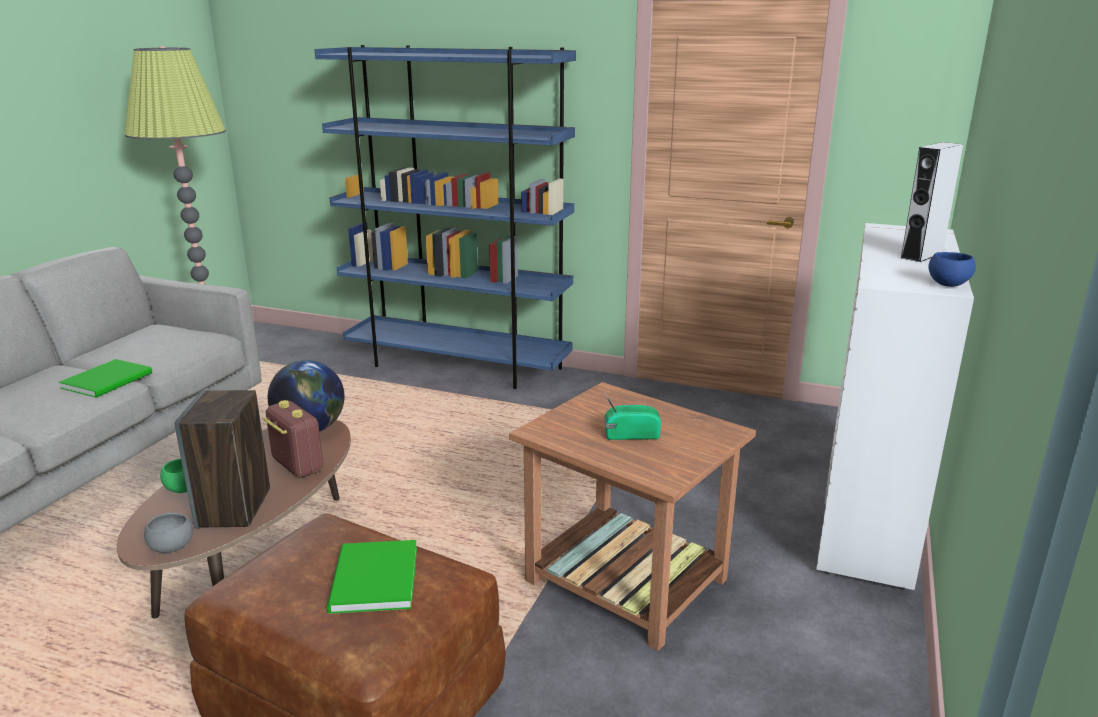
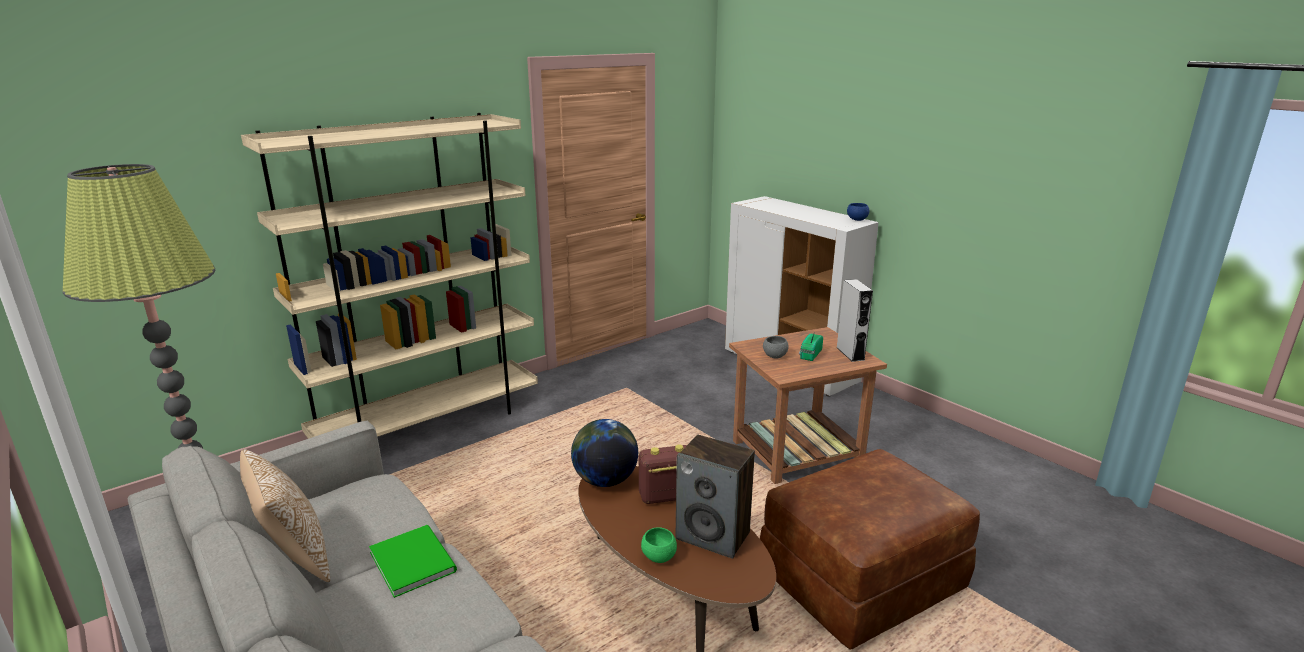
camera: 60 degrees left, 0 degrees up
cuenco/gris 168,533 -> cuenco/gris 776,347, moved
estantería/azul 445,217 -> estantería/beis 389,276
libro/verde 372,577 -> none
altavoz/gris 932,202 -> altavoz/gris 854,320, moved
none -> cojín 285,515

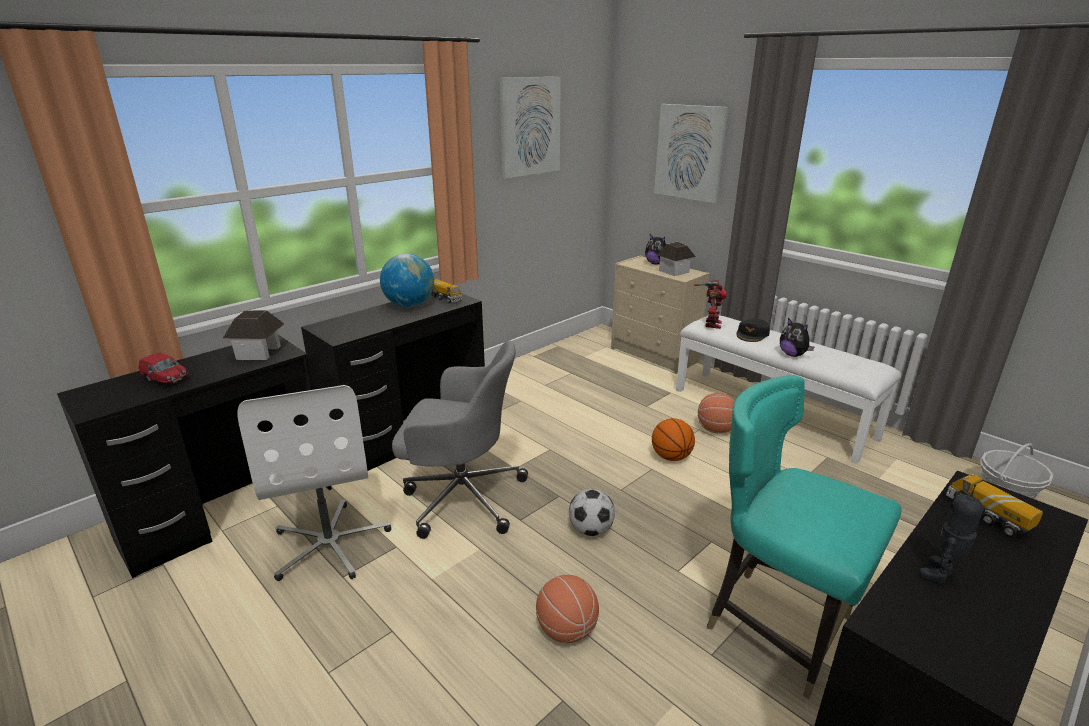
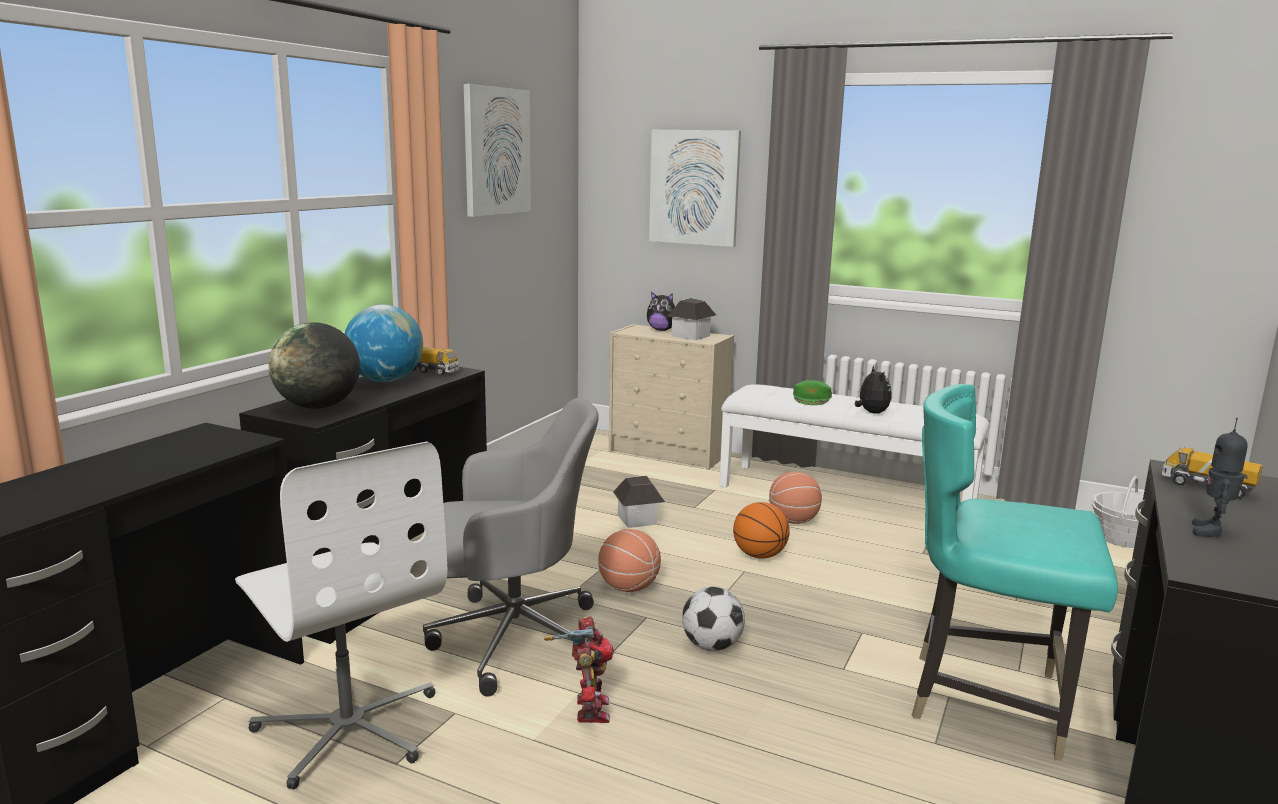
camera: 20 degrees left, 10 degrees down
coche de juguete/rojo 163,368 -> none
casita 253,335 -> casita 639,501, moved
balón de baloncesto 567,609 -> balón de baloncesto 629,560, moved
robot de juguete 710,304 -> robot de juguete 579,669, moved
gorra/negro 753,330 -> gorra/verde 812,392
peluche 797,337 -> peluche 873,390, 135 degrees counterclockwise
none -> globo terráqueo 314,365

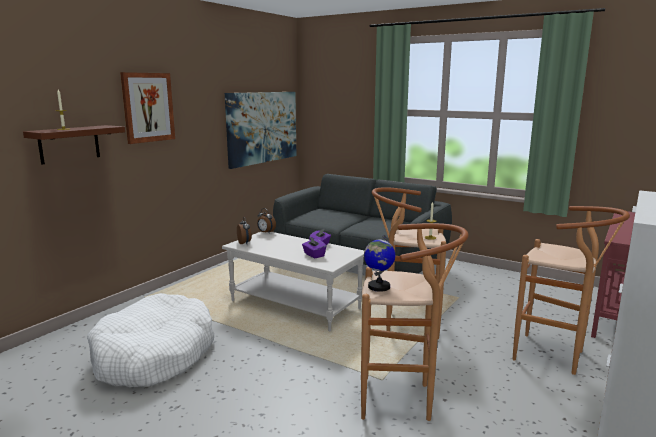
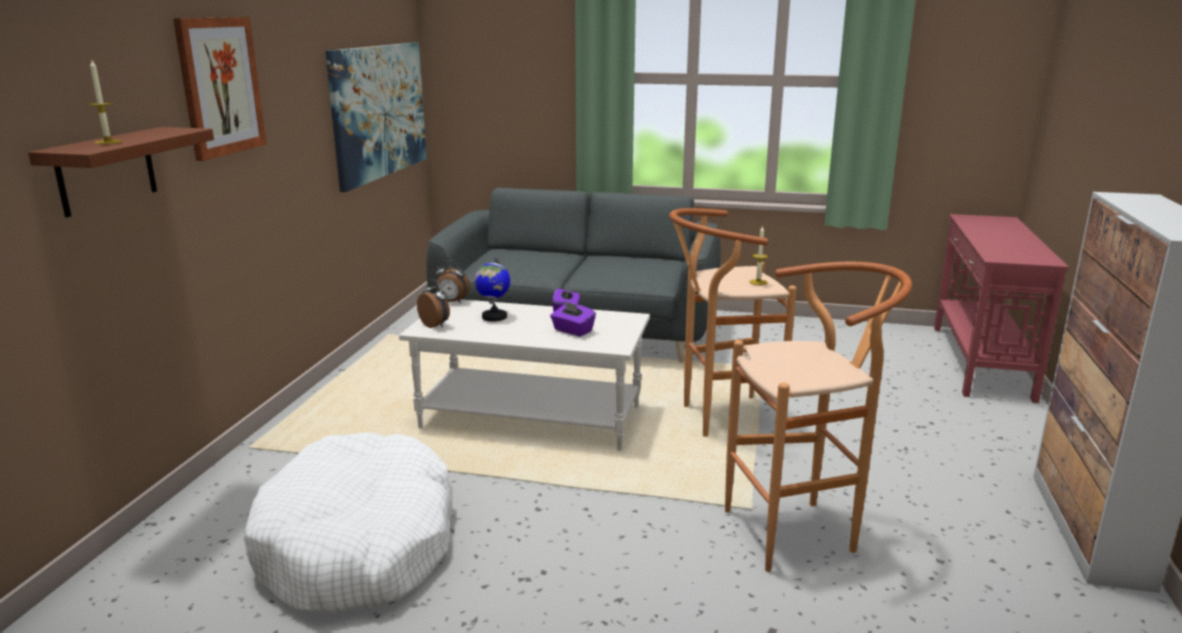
camera: 20 degrees left, 5 degrees up
globo terráqueo 379,263 -> globo terráqueo 492,289, moved
taburete/marrón 571,290 -> none

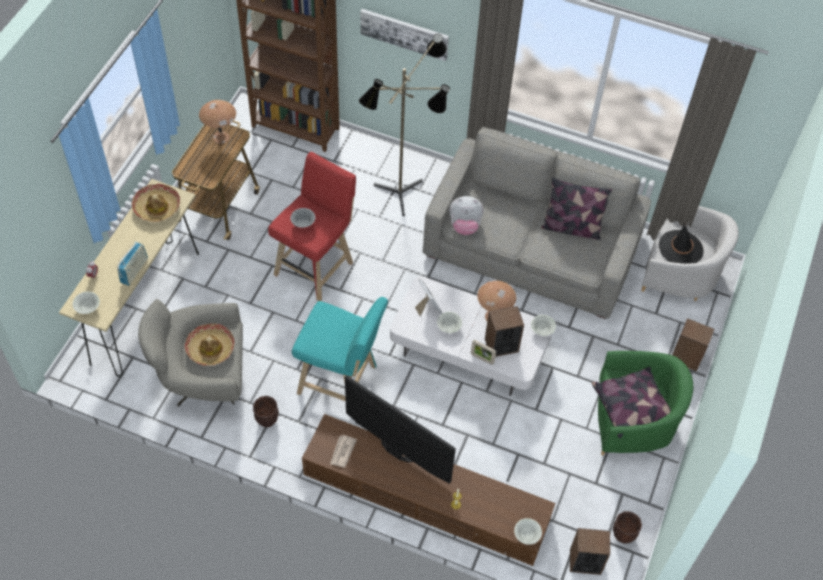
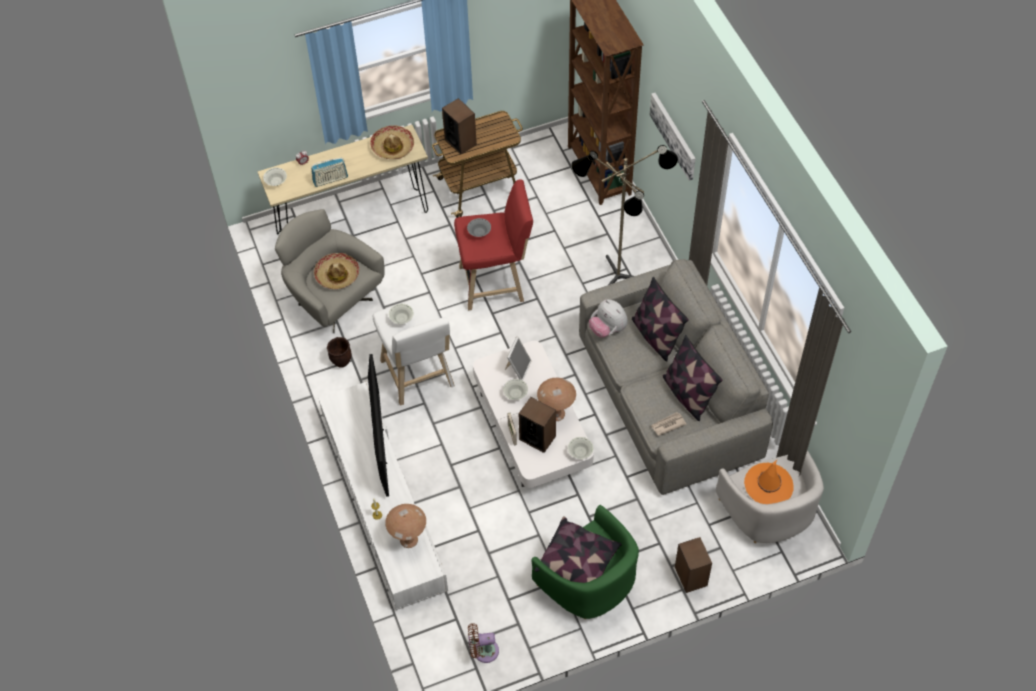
camera: 50 degrees right, 0 degrees up
lámpara de mesa/marrón 217,122 -> lámpara de mesa/marrón 405,526, moved
taburete/turquesa 340,349 -> taburete/blanco 414,350
mueble de televisión/marrón 429,489 -> mueble de televisión/blanco 383,495
periódico 343,451 -> periódico 668,424, moved
cuenco/blanco 528,531 -> cuenco/blanco 401,314, moved
altavoz 590,551 -> altavoz 459,126, moved
maceta/marrón 627,527 -> ventilador/marrón 483,643
sombrero/negro 681,243 -> sombrero/naranja 769,482
none -> cojín 660,319

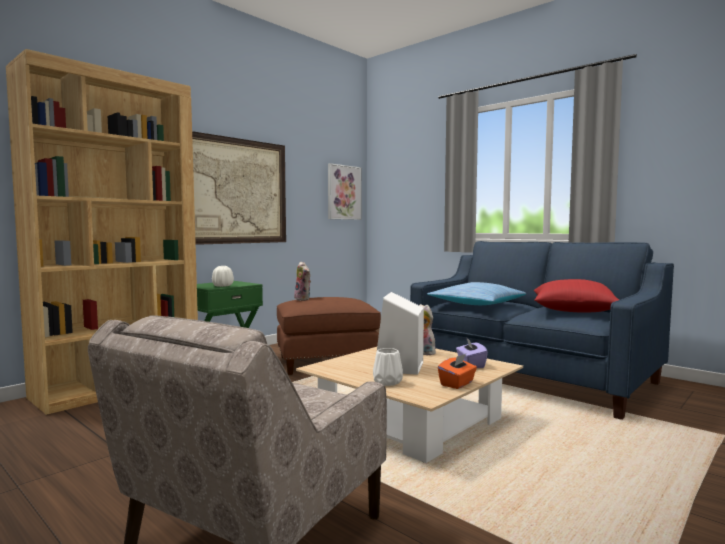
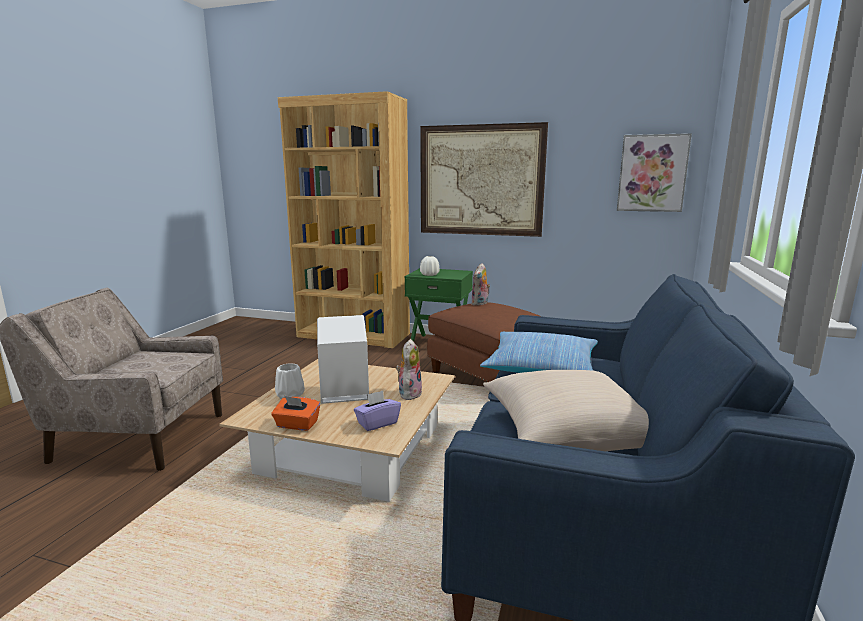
camera: 65 degrees right, 10 degrees up
cojín/rojo 576,296 -> cojín/beis 566,410

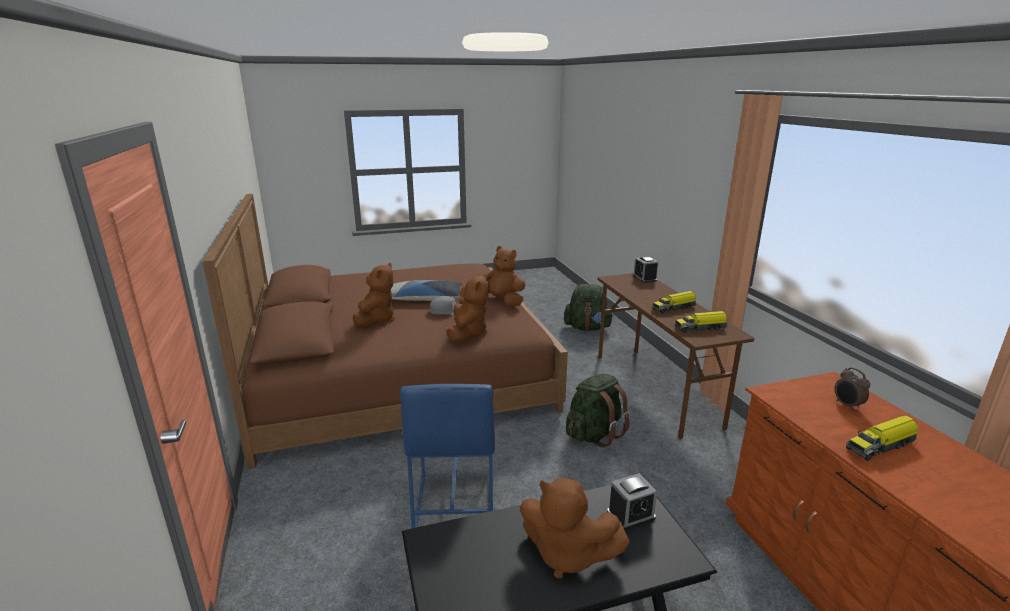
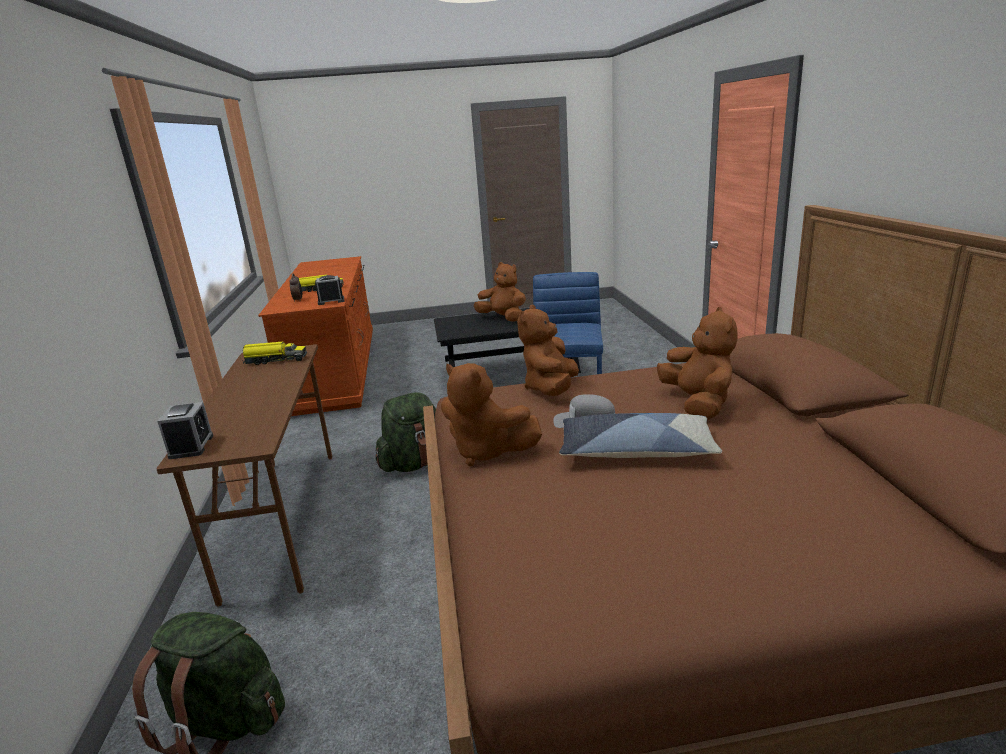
camera: 170 degrees left, 0 degrees up
peluche/marrón 373,295 -> peluche/marrón 697,363, 150 degrees clockwise
despertador 632,501 -> despertador 330,290, moved
camión de juguete 674,302 -> none

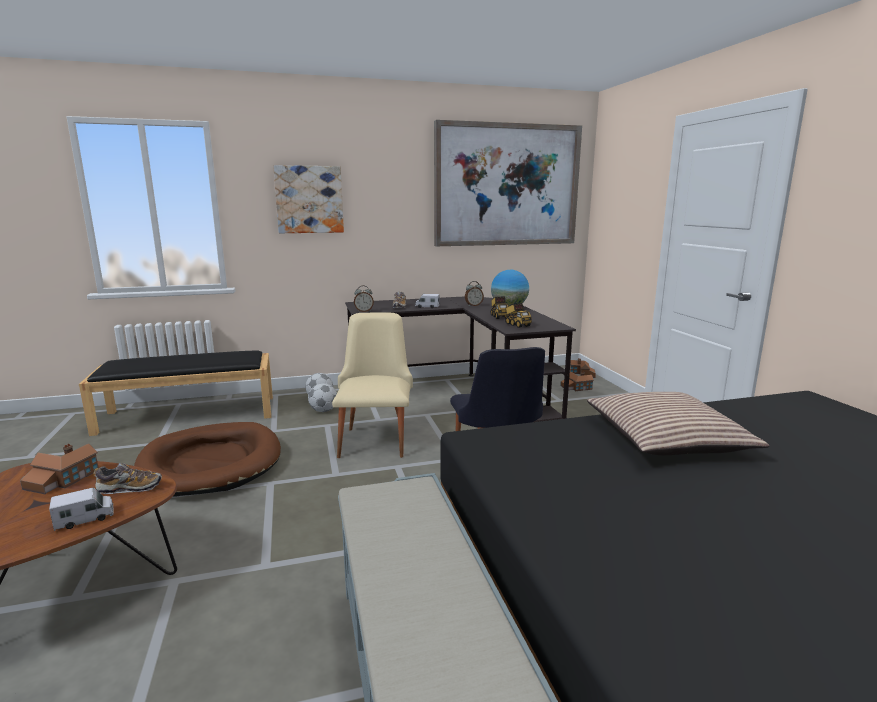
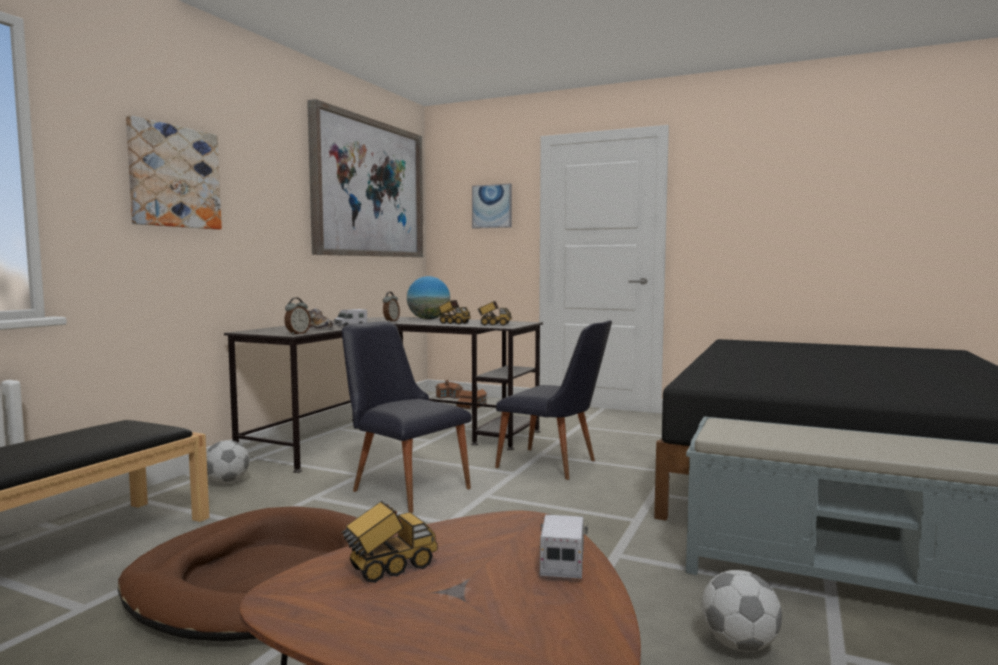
camera: 50 degrees left, 10 degrees down
casita 59,468 -> camión de juguete 389,542
zapato 127,478 -> none
balón de fútbol 322,397 -> balón de fútbol 741,611, moved
silla/beis 372,385 -> silla/negro 407,417
cojín 678,423 -> none
none -> cuadro 492,206

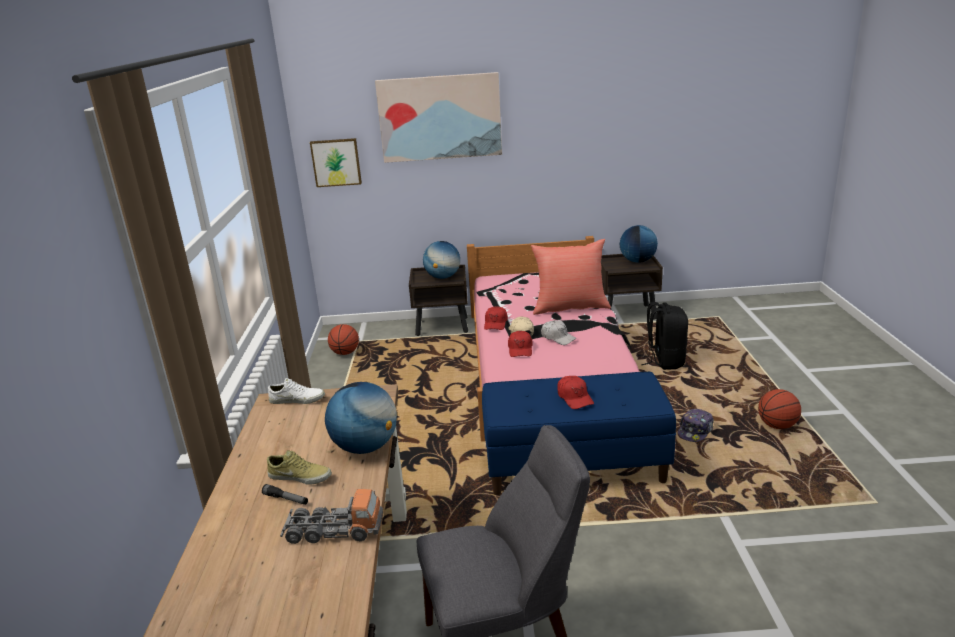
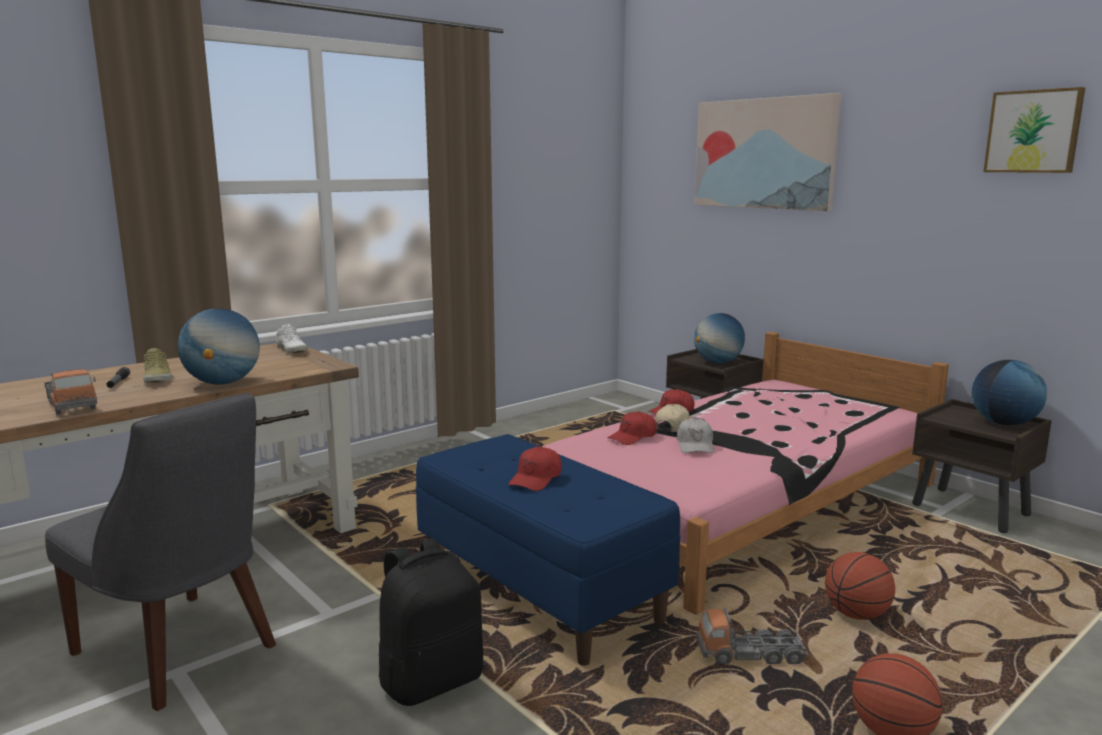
camera: 50 degrees right, 10 degrees down
cuadro 336,162 -> cuadro 1034,130, moved
balón de baloncesto 343,339 -> balón de baloncesto 860,586, moved
cojín/rojo 571,277 -> none
mochila/negro 663,336 -> mochila/negro 430,622, moved
gorra 696,425 -> camión de juguete 753,636

